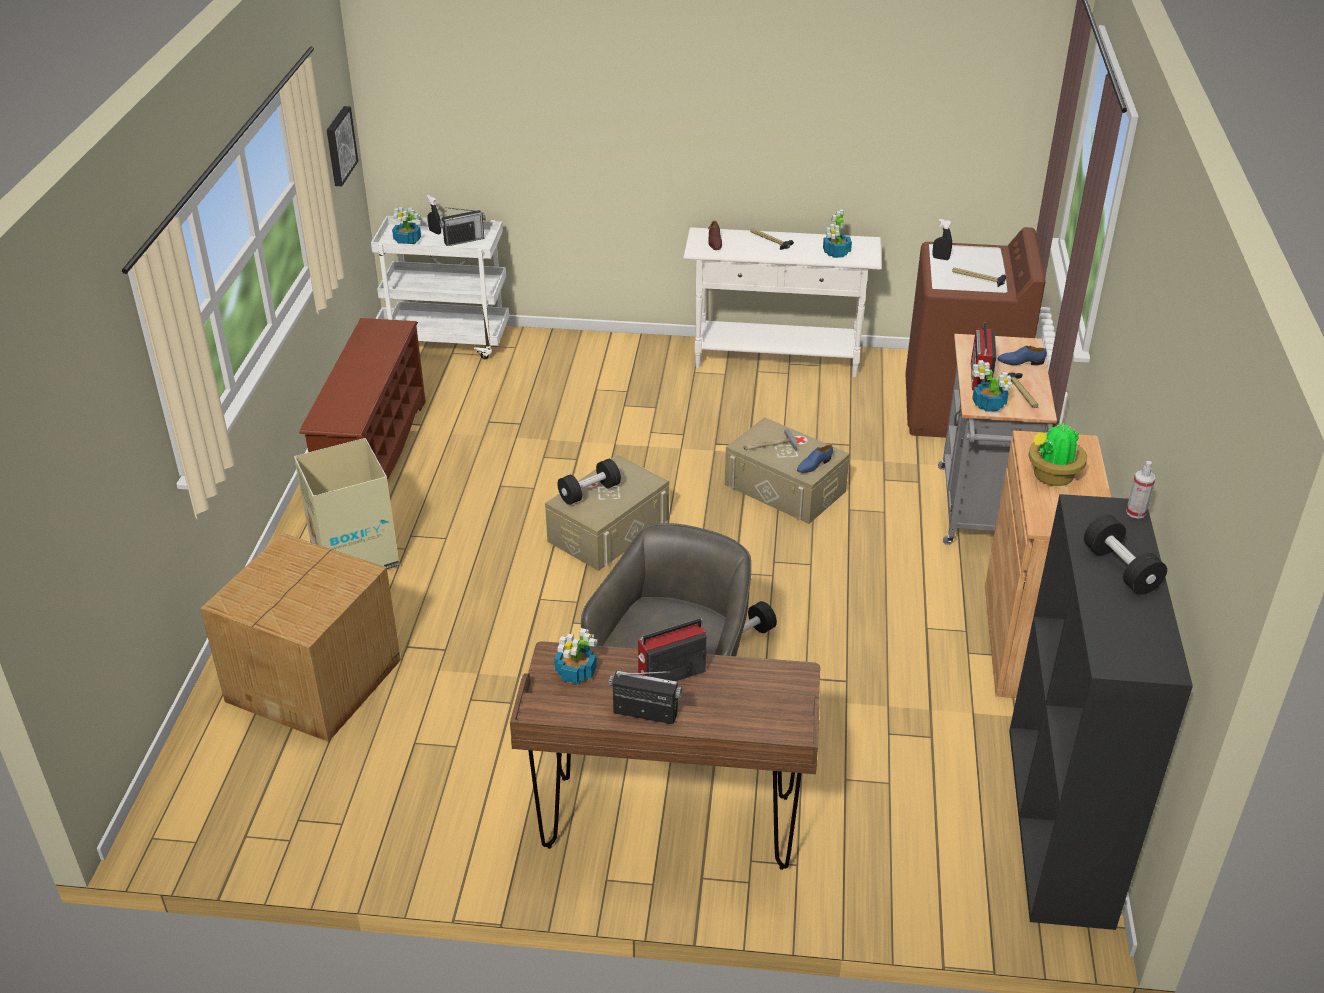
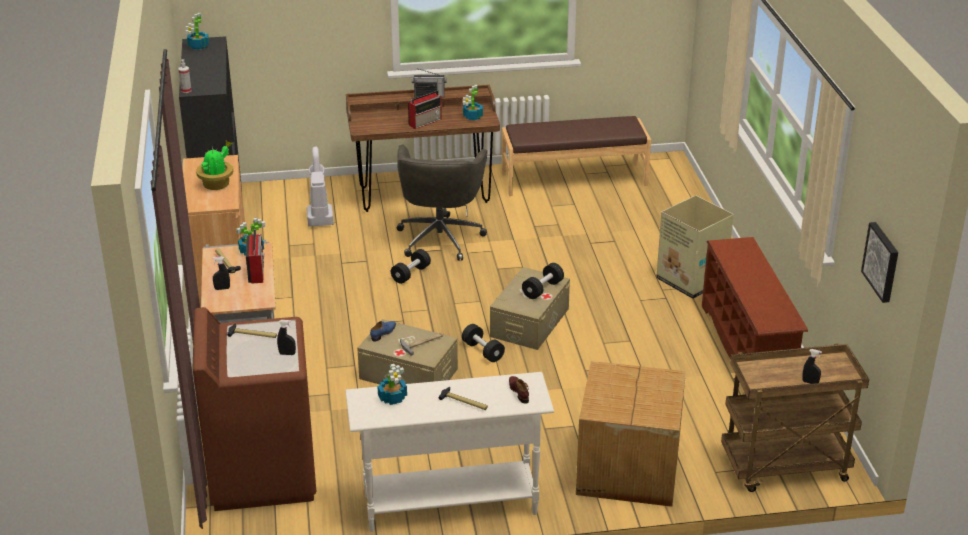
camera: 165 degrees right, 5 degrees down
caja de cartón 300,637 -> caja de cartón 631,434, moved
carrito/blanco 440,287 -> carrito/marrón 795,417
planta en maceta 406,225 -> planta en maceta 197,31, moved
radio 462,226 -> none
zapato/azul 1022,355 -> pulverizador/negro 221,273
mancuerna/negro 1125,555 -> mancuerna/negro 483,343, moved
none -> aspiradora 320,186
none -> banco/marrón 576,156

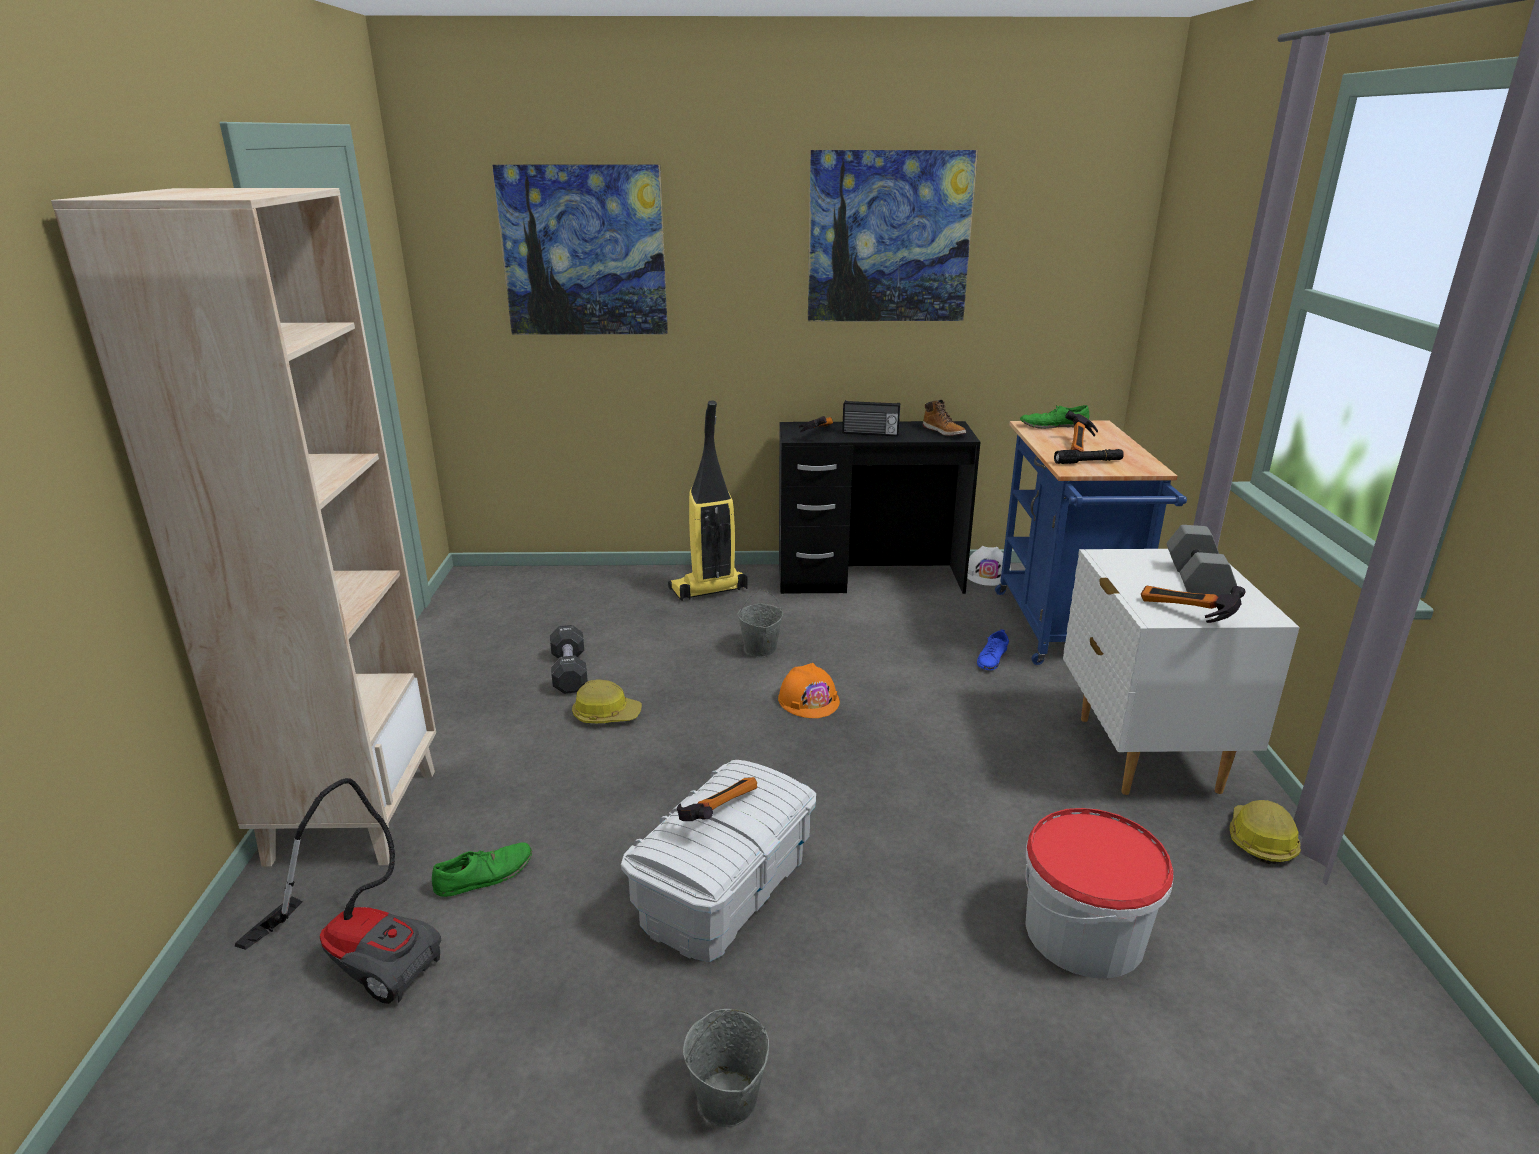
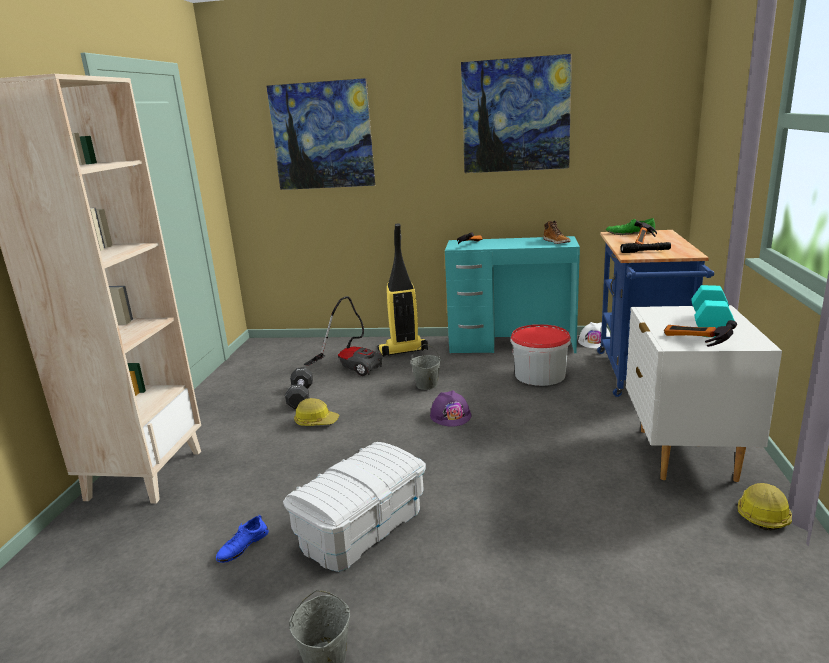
camera: 10 degrees right, 5 degrees down
aspiradora 338,891 -> aspiradora 343,336, moved
zapato/verde 482,869 -> none
martillo 717,799 -> none
casco/naranja 809,690 -> casco/morado 450,408
escritorio/negro 879,507 -> escritorio/turquesa 512,294
radio 871,418 -> none
zapato/azul 993,649 -> zapato/azul 242,539, moved
cubo 1099,893 -> cubo 541,355, moved
mancuerna/gris 1202,561 -> mancuerna/turquesa 713,311

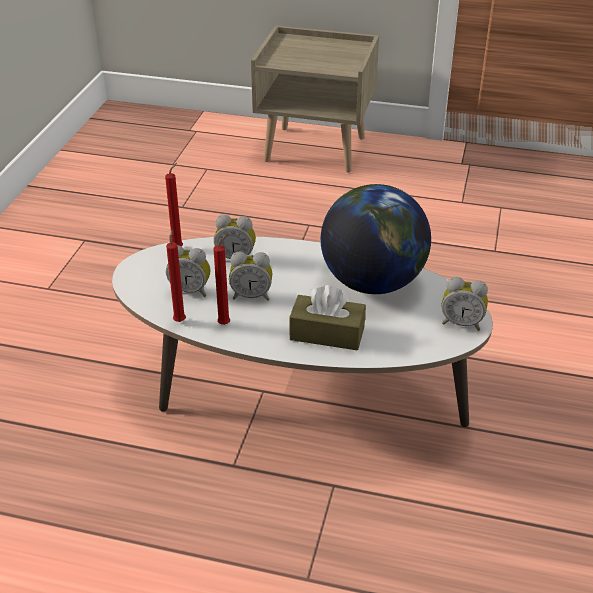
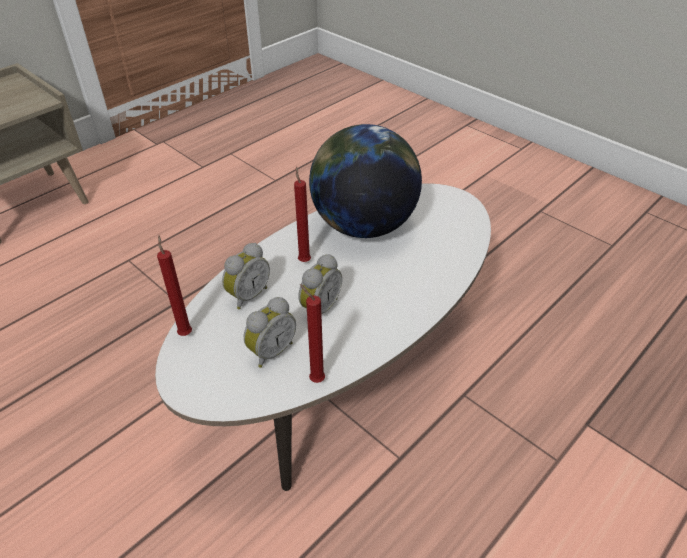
camera: 60 degrees left, 5 degrees up
vela/rojo 221,279 -> vela/rojo 302,214, moved
caja de pañuelos/marrón 327,317 -> none
despertador 465,304 -> none

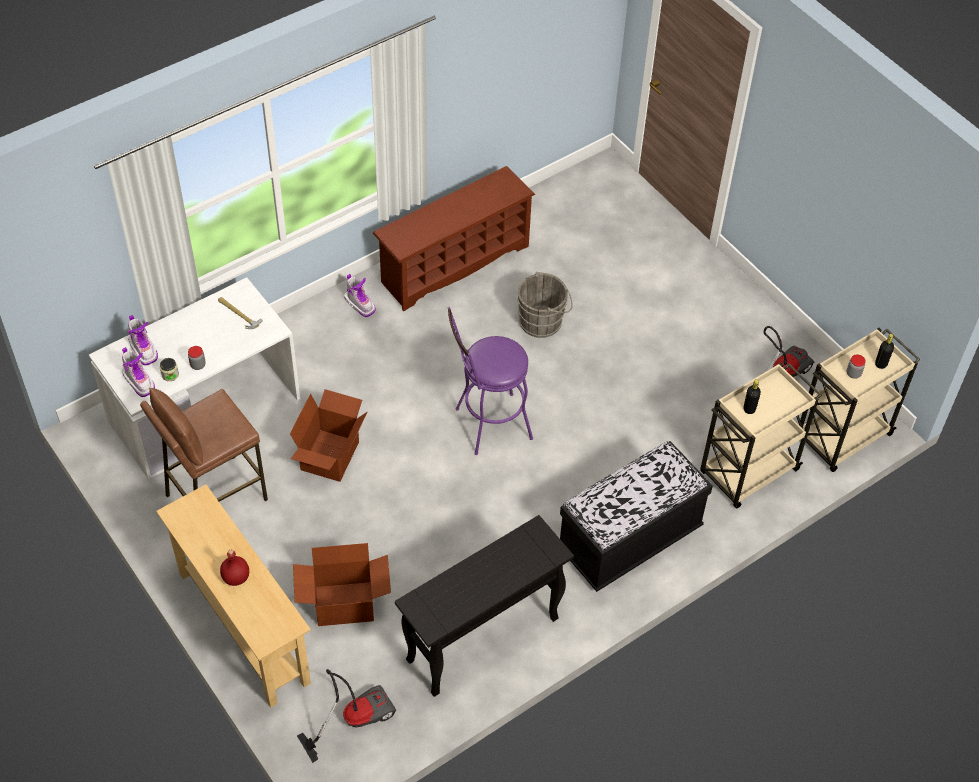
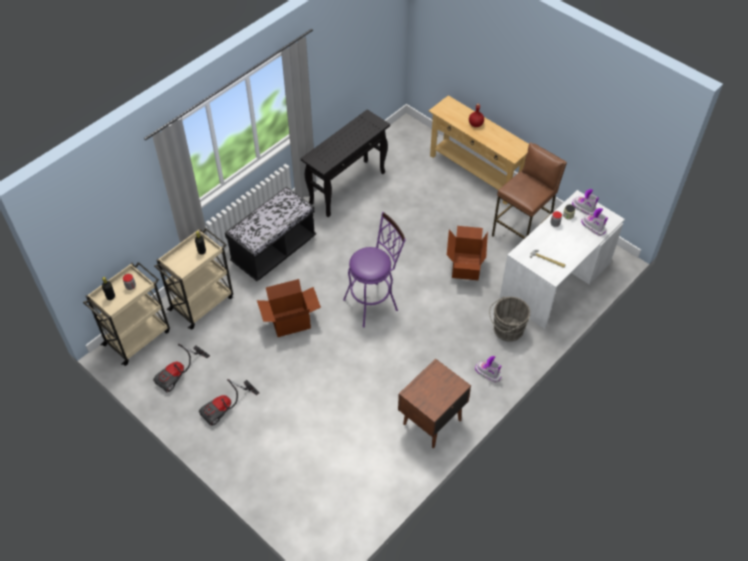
camera: 170 degrees right, 0 degrees up
caja de cartón 342,584 -> caja de cartón 289,308, moved
aspiradora 346,716 -> aspiradora 229,402, moved
zapatero/marrón 454,238 -> mesita de noche/marrón 434,403
cubo/gris 545,305 -> cubo/gris 509,319, moved

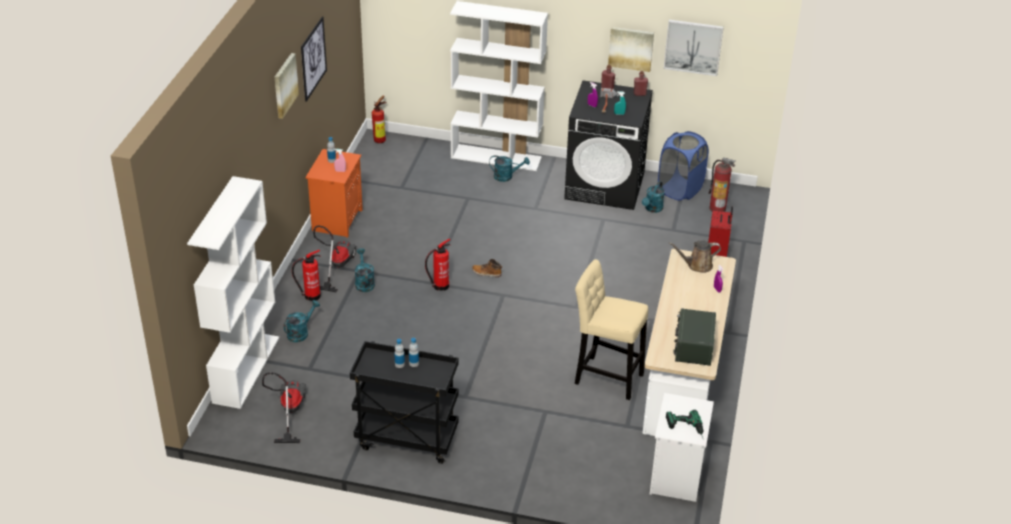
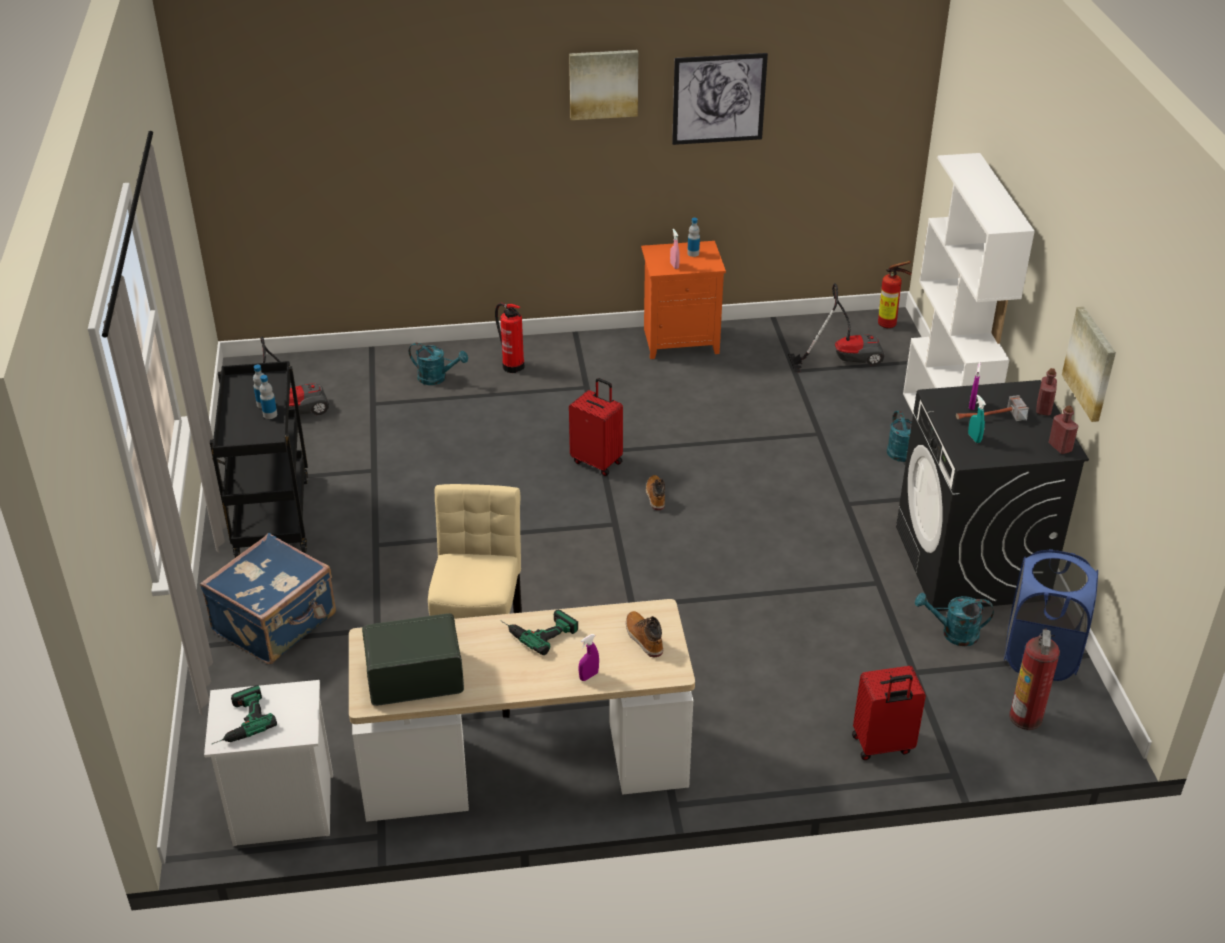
camera: 70 degrees right, 0 degrees up
estantería/blanco 233,292 -> none
aspiradora 335,259 -> aspiradora 836,328, moved
regadera/turquesa 365,270 -> none
extintor 438,264 -> maleta/rojo 596,427
cuadro 694,48 -> none
regadera/marrón 695,256 -> bota 644,634
none -> maleta/azul 268,598
none -> taladro 539,632

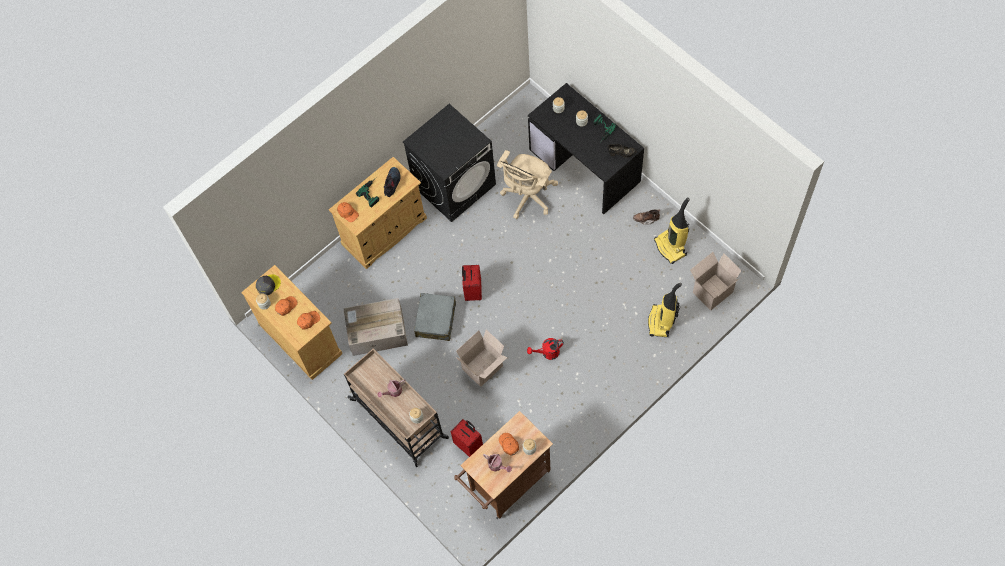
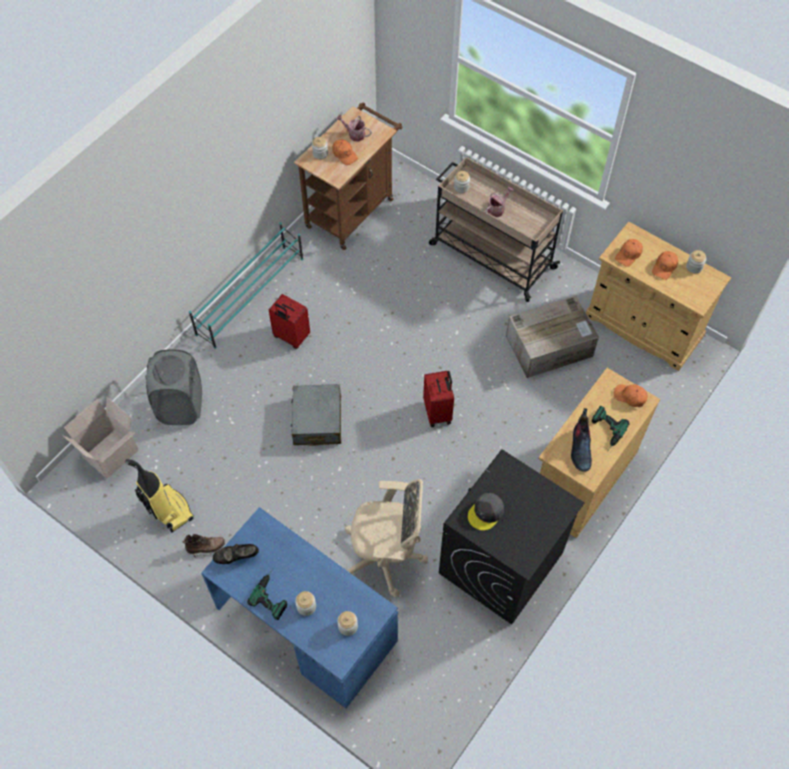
camera: 165 degrees right, 5 degrees down
gorra/gris 268,284 -> gorra/gris 486,511, moved
maleta/gris 435,317 -> maleta/gris 316,415, moved
maleta/rojo 467,438 -> maleta/rojo 289,321, moved
caja de cartón 482,358 -> none
silla de oficina/beis 527,184 -> silla de oficina/beis 386,538, 75 degrees clockwise
regadera/rojo 545,349 -> none
escritorio/negro 586,148 -> escritorio/azul 299,607
aspiradora 665,310 -> cesto de la ropa/gris 173,387
none -> zapatero/turquesa 246,285

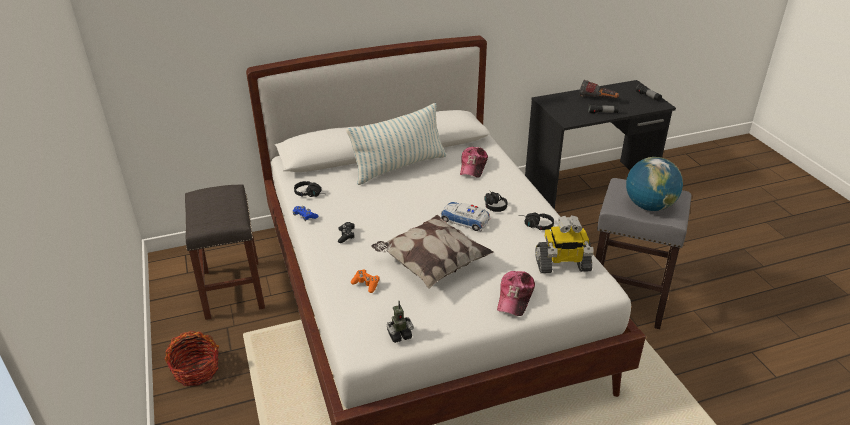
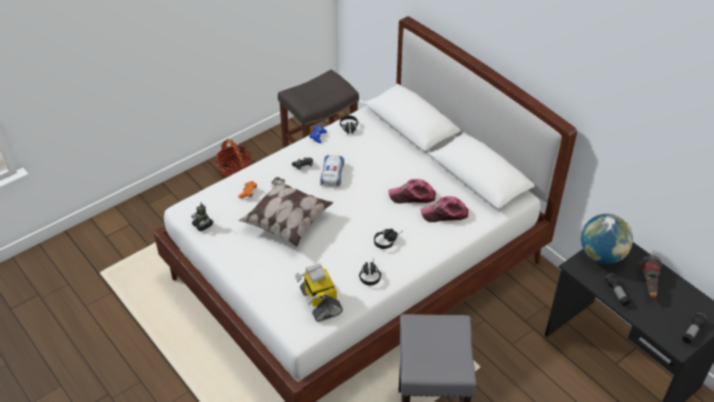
camera: 70 degrees right, 10 degrees up
cojín 396,144 -> none
coche de juguete 465,216 -> coche de juguete 332,171, moved
gorra 516,293 -> gorra 412,191, moved
globo terráqueo 654,184 -> globo terráqueo 607,239, moved

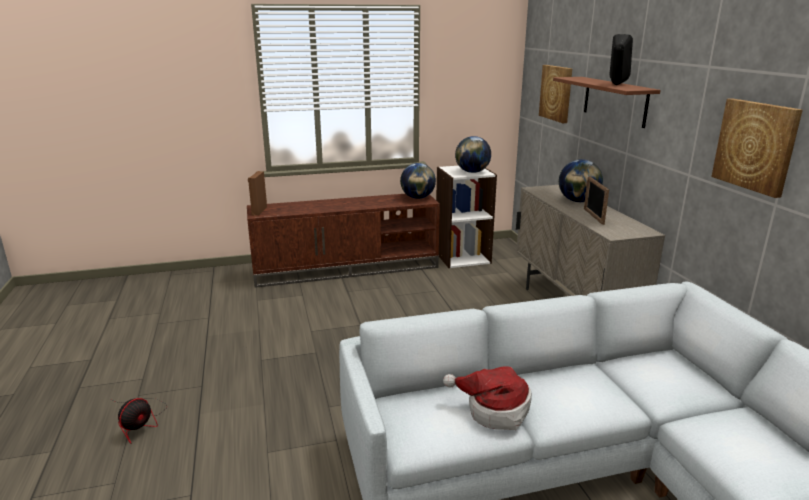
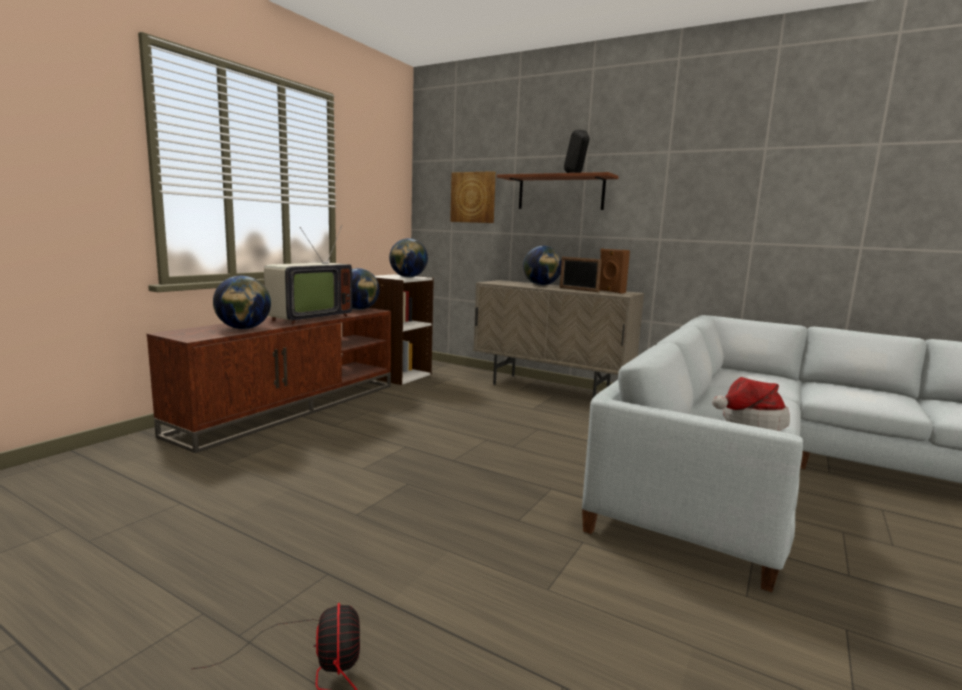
camera: 45 degrees left, 10 degrees down
altavoz/marrón 257,193 -> altavoz/marrón 614,271, moved
cuadro 757,148 -> none
none -> globo terráqueo 242,302
none -> televisor 308,275

